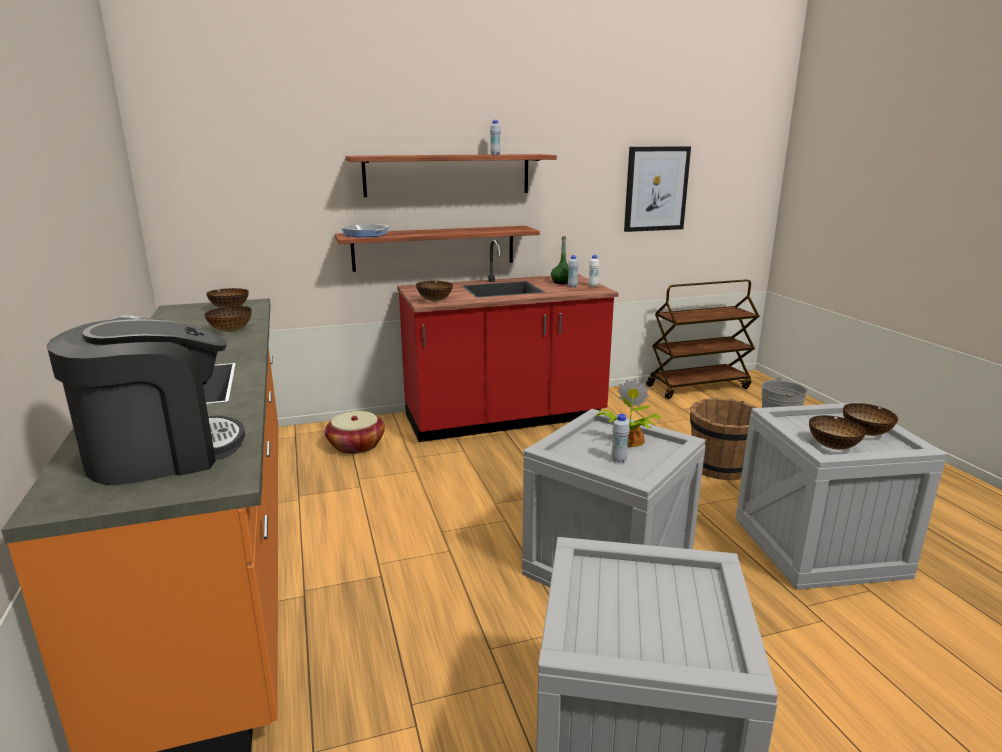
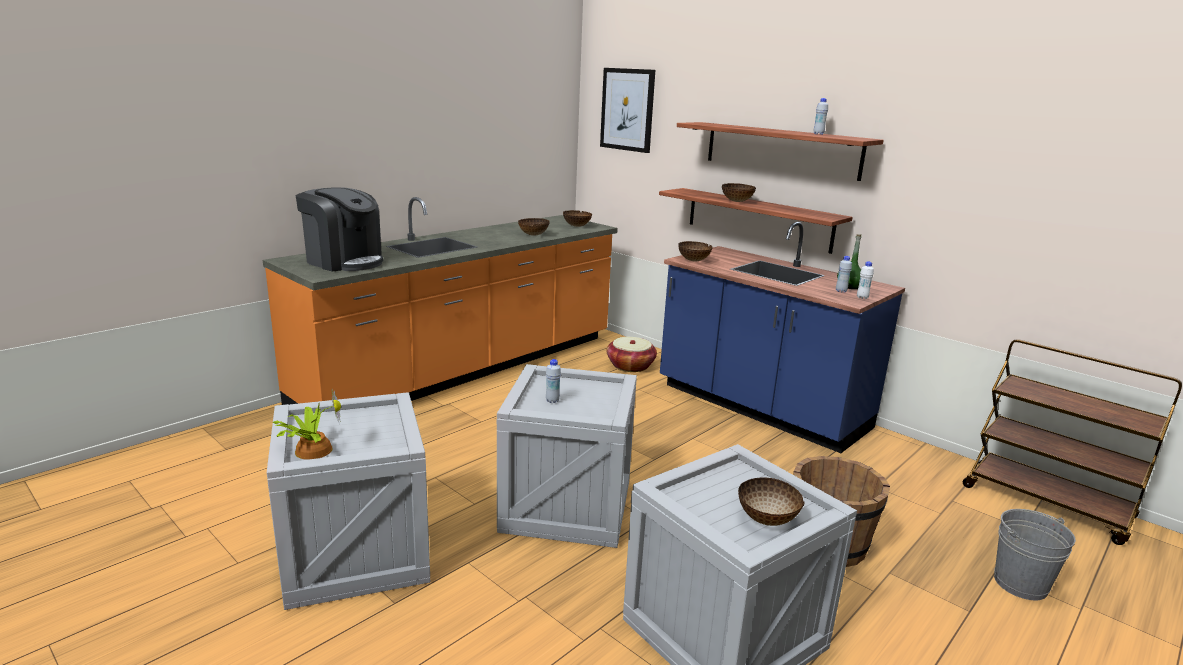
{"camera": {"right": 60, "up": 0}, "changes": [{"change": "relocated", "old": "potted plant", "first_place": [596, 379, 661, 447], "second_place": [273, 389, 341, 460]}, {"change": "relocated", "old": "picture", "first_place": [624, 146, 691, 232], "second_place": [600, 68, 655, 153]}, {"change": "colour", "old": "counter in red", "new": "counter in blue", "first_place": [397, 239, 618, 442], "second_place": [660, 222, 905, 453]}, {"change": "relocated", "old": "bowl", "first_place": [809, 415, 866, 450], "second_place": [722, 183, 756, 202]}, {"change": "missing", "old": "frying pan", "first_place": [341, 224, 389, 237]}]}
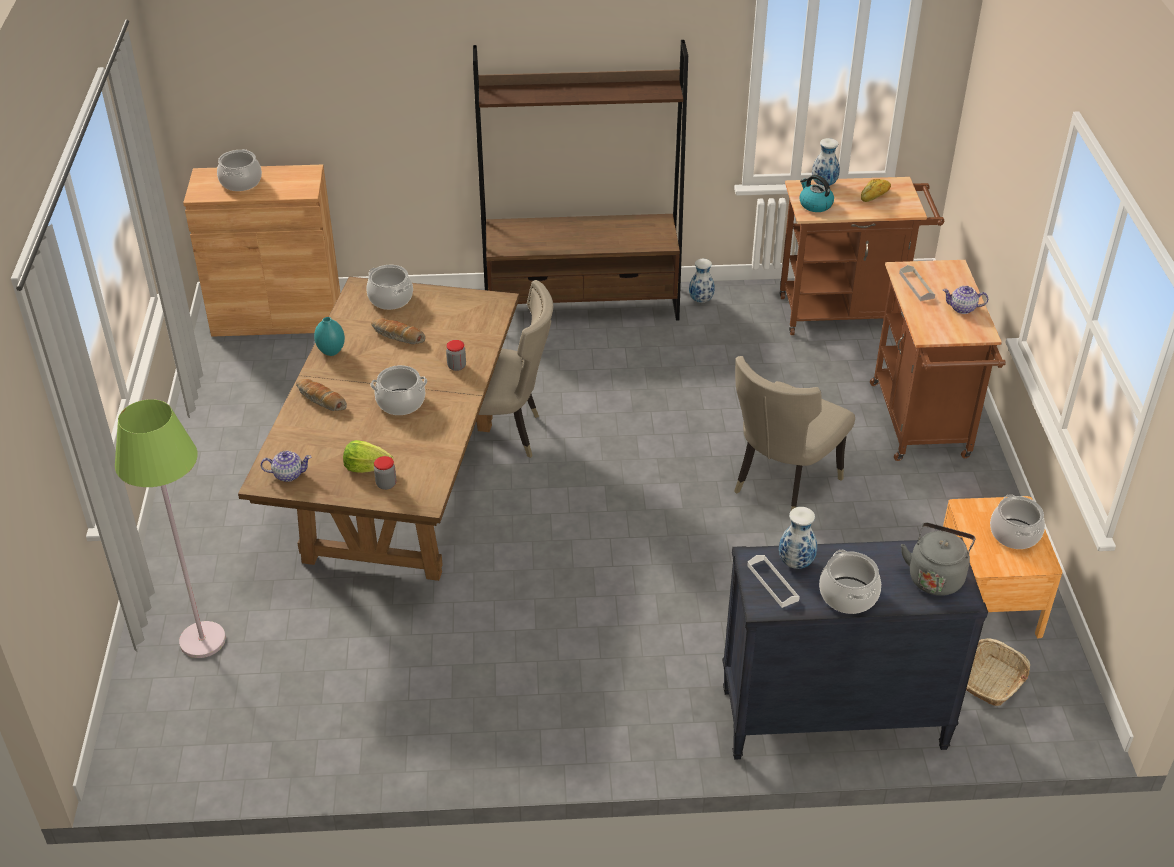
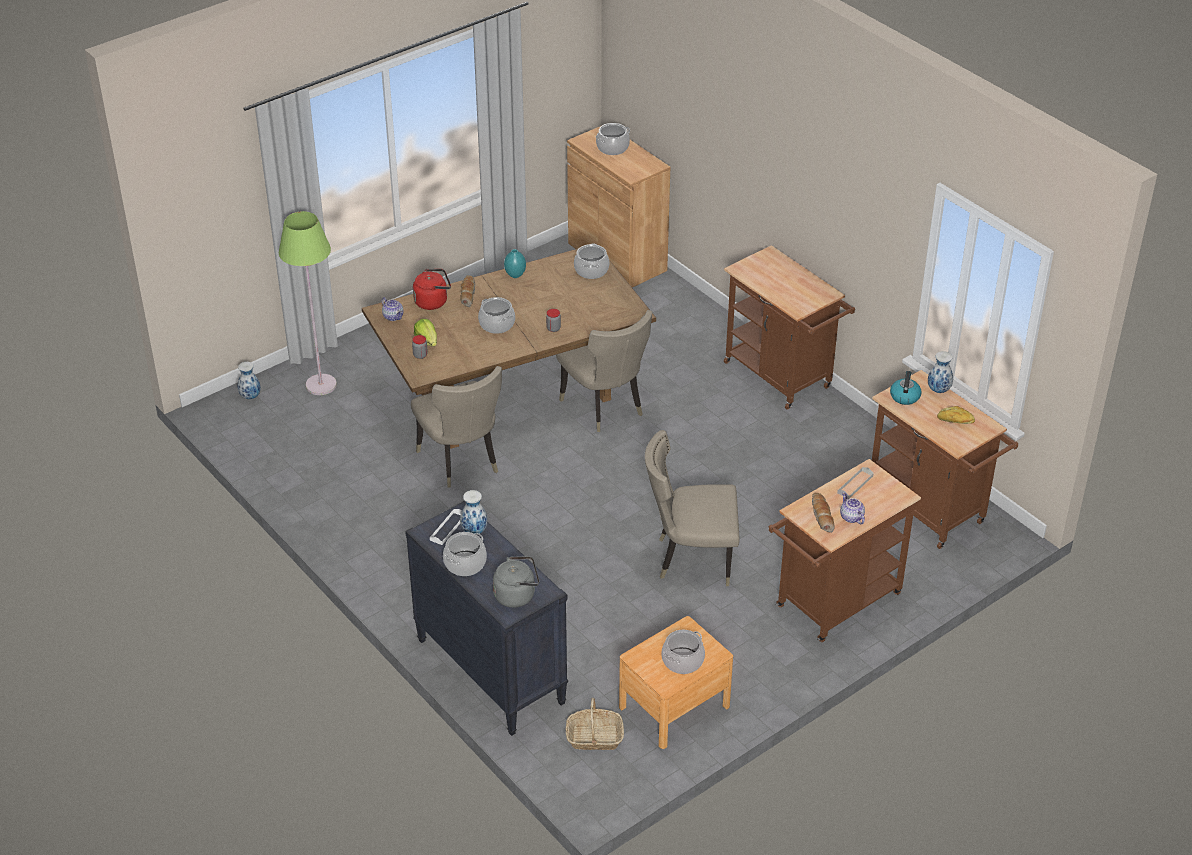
{"camera": {"right": 55, "up": 0}, "changes": [{"change": "relocated", "old": "vase", "first_place": [689, 259, 715, 303], "second_place": [237, 362, 261, 400]}, {"change": "appeared", "new": "chair in beige", "second_place": [411, 366, 502, 487]}, {"change": "appeared", "new": "kettle in red", "second_place": [413, 269, 451, 310]}, {"change": "exchanged", "old": "bookcase in brown", "new": "cart in brown", "first_place": [473, 40, 688, 321], "second_place": [724, 245, 855, 410]}, {"change": "relocated", "old": "bread", "first_place": [371, 318, 425, 344], "second_place": [812, 493, 835, 533]}]}
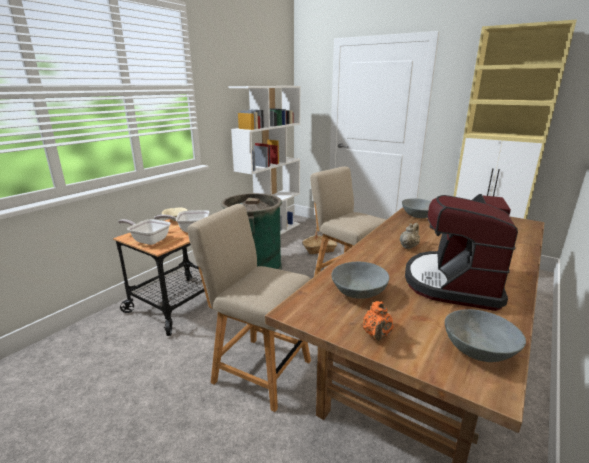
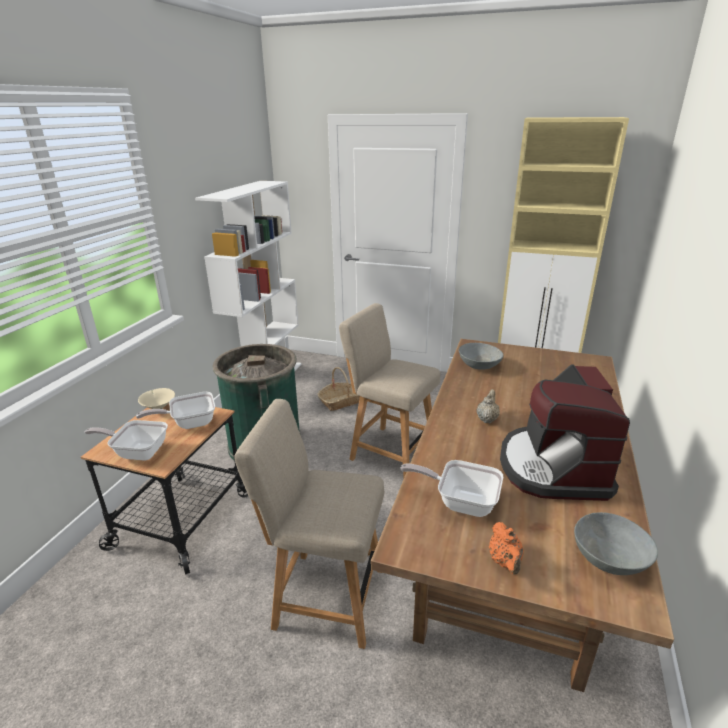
{"camera": {"right": -15, "up": 5}, "changes": [{"change": "exchanged", "old": "bowl in grey", "new": "frying pan", "first_place": [331, 262, 389, 299], "second_place": [400, 460, 503, 517]}]}
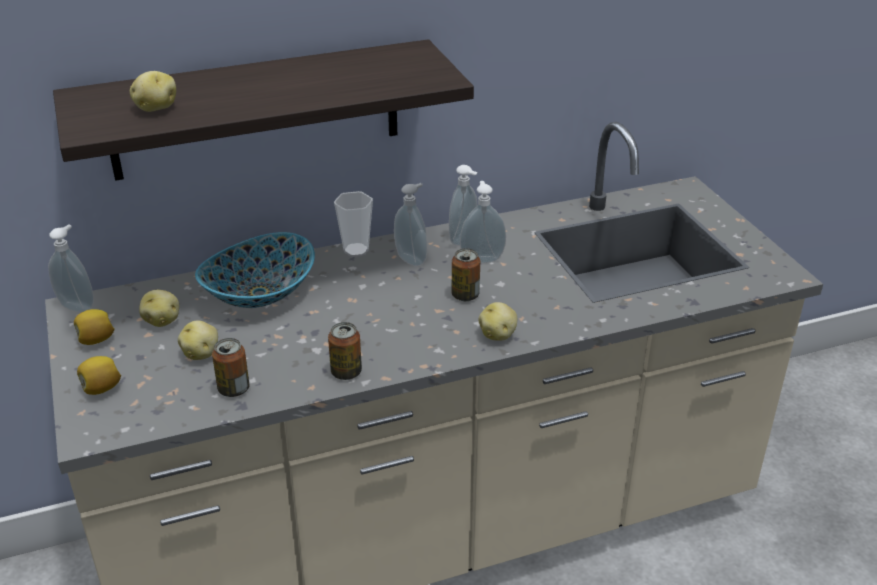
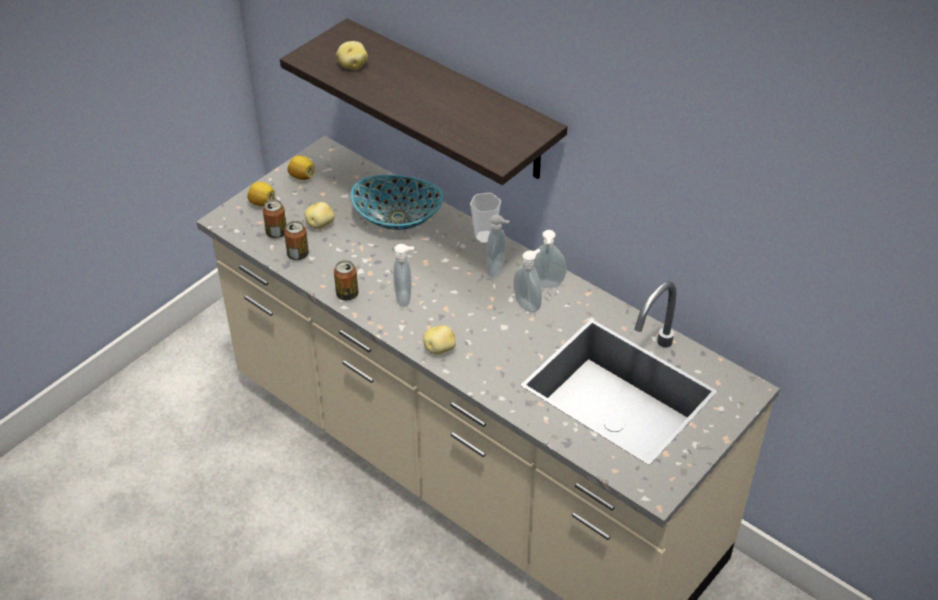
{"camera": {"right": 60, "up": 10}, "changes": [{"change": "relocated", "old": "can", "first_place": [452, 248, 480, 301], "second_place": [263, 199, 286, 238]}, {"change": "relocated", "old": "soap dispenser", "first_place": [48, 224, 94, 313], "second_place": [393, 244, 414, 307]}, {"change": "missing", "old": "potato", "first_place": [139, 290, 179, 327]}]}
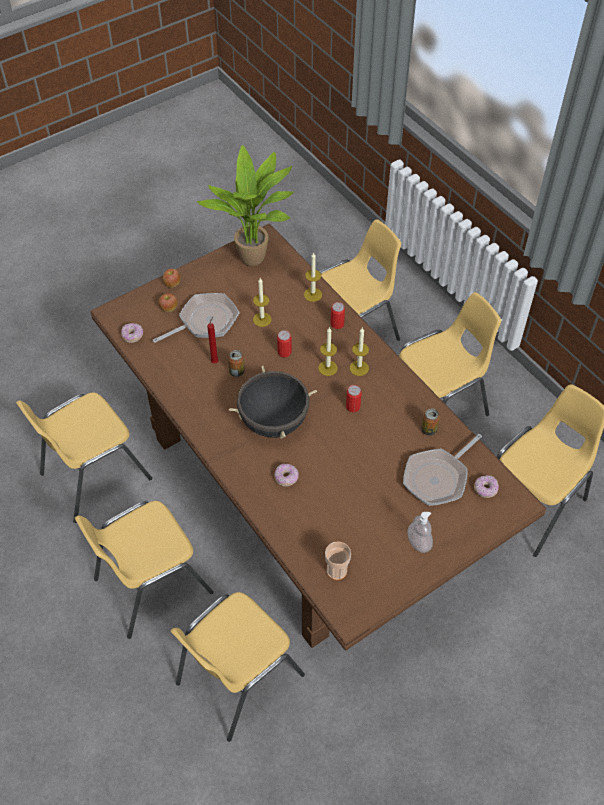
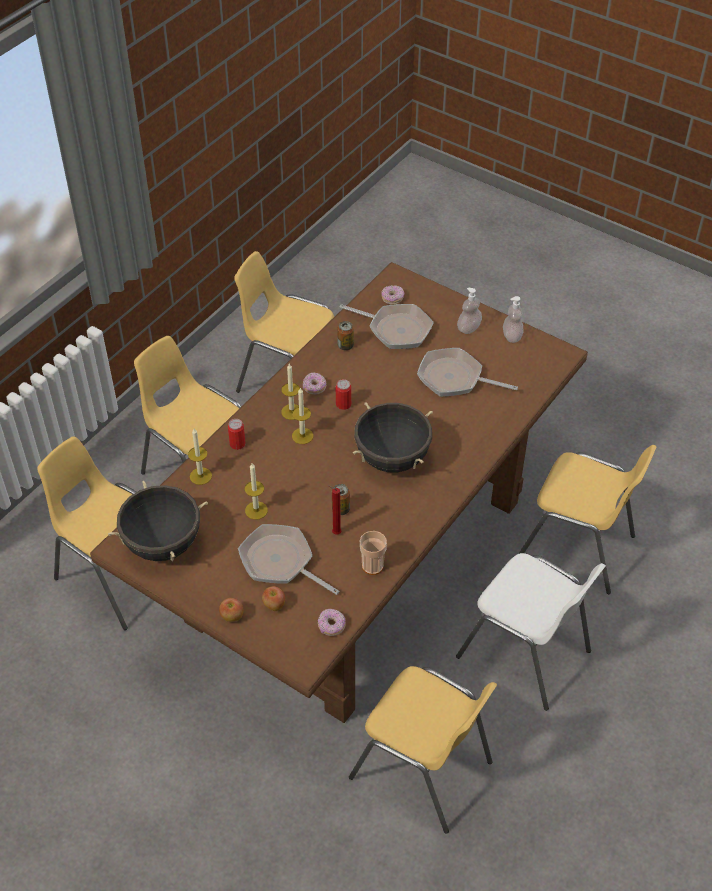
{"camera": {"right": -110, "up": -5}, "changes": [{"change": "exchanged", "old": "potted plant", "new": "cooking pot in black", "first_place": [196, 145, 295, 266], "second_place": [108, 481, 208, 561]}, {"change": "relocated", "old": "donut", "first_place": [274, 464, 299, 486], "second_place": [303, 372, 327, 395]}, {"change": "relocated", "old": "cup", "first_place": [325, 541, 351, 580], "second_place": [360, 531, 387, 575]}, {"change": "appeared", "new": "frying pan", "second_place": [417, 348, 518, 397]}, {"change": "colour", "old": "chair in yellow", "new": "chair in white", "first_place": [75, 501, 214, 639], "second_place": [456, 553, 606, 711]}, {"change": "appeared", "new": "soap dispenser", "second_place": [503, 296, 524, 343]}, {"change": "missing", "old": "can", "first_place": [277, 330, 292, 357]}]}
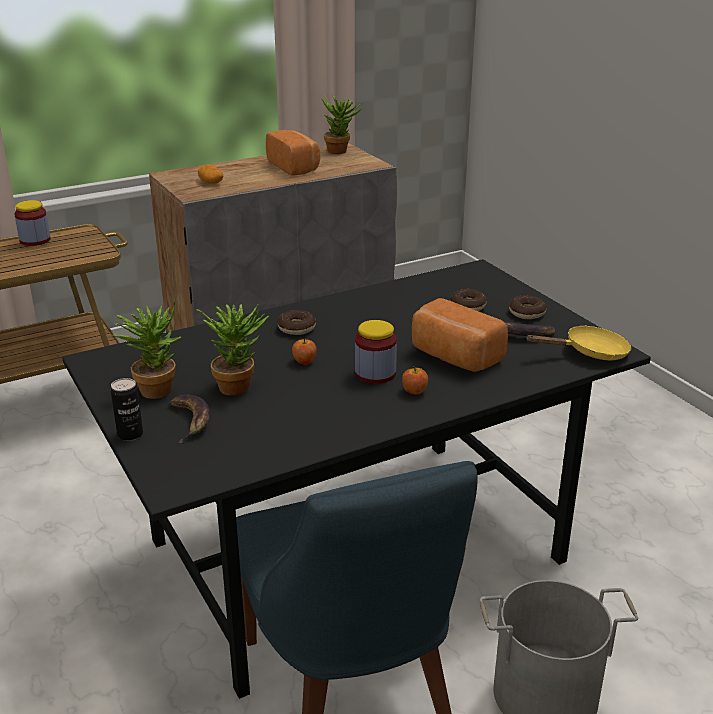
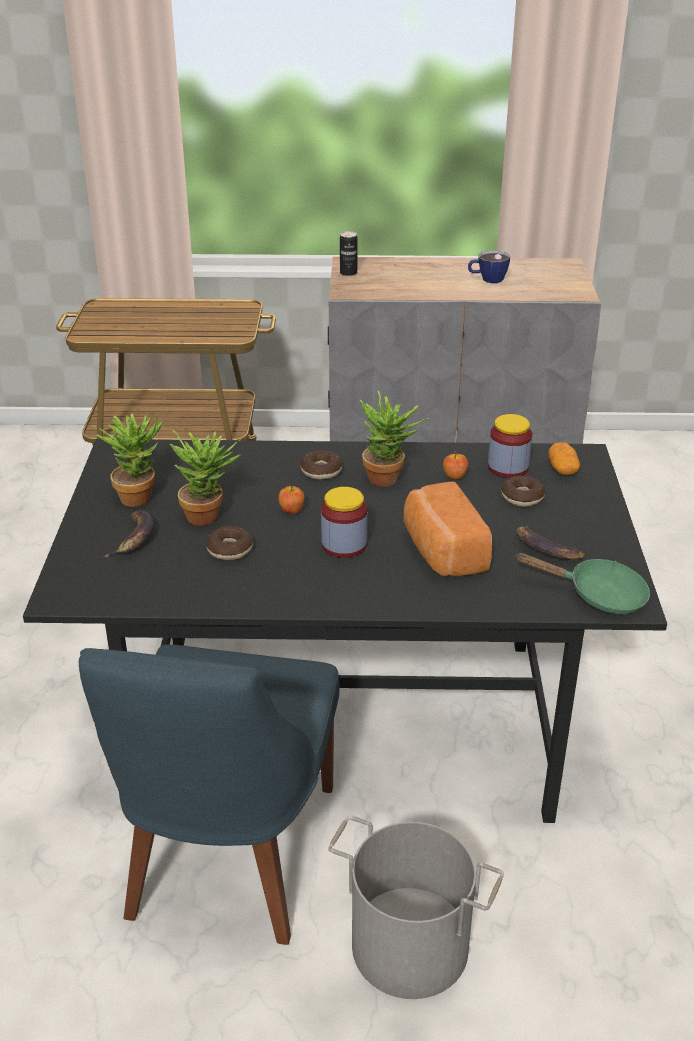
{"camera": {"right": 30, "up": 5}, "changes": [{"change": "relocated", "old": "donut", "first_place": [509, 295, 546, 319], "second_place": [206, 526, 253, 560]}, {"change": "relocated", "old": "can", "first_place": [111, 378, 143, 441], "second_place": [340, 231, 358, 276]}, {"change": "relocated", "old": "potted plant", "first_place": [321, 96, 363, 154], "second_place": [359, 390, 429, 487]}, {"change": "relocated", "old": "apple", "first_place": [402, 366, 428, 395], "second_place": [443, 451, 468, 479]}, {"change": "exchanged", "old": "bread", "new": "cup", "first_place": [266, 130, 320, 176], "second_place": [468, 250, 510, 283]}, {"change": "relocated", "old": "jar", "first_place": [15, 200, 51, 246], "second_place": [488, 414, 532, 478]}, {"change": "colour", "old": "frying pan in yellow", "new": "frying pan in green", "first_place": [525, 325, 632, 360], "second_place": [515, 553, 650, 614]}, {"change": "relocated", "old": "potato", "first_place": [198, 165, 223, 184], "second_place": [549, 442, 580, 475]}]}
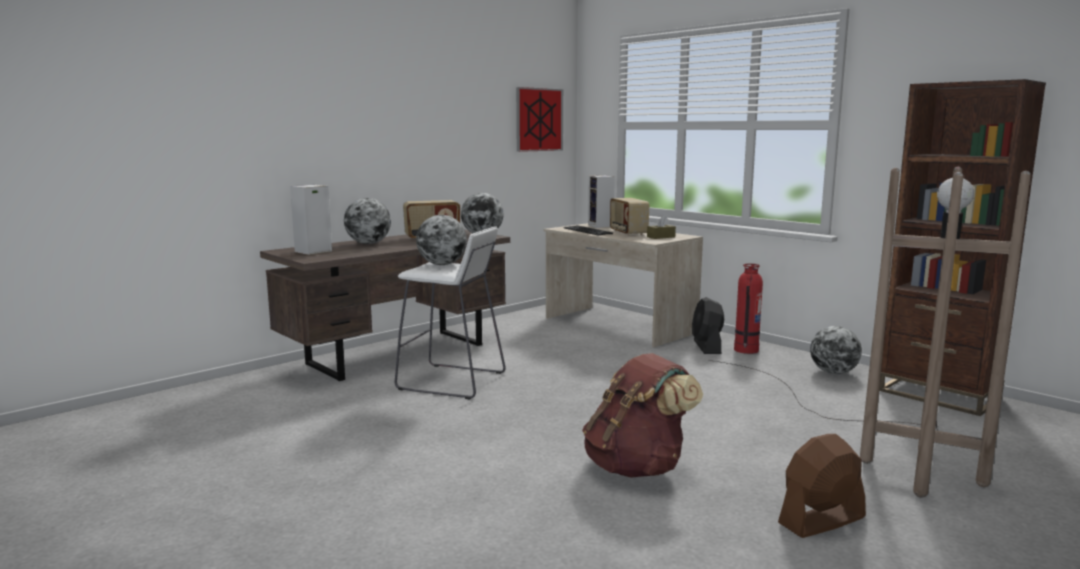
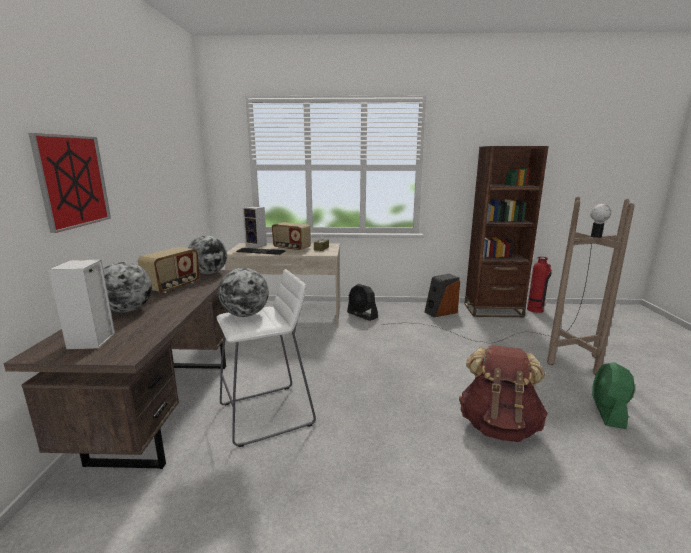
{"camera": {"right": -45, "up": 5}, "changes": [{"change": "relocated", "old": "picture", "first_place": [516, 87, 563, 152], "second_place": [28, 133, 111, 233]}, {"change": "exchanged", "old": "globe", "new": "speaker", "first_place": [810, 326, 862, 374], "second_place": [424, 274, 460, 317]}, {"change": "relocated", "old": "fire extinguisher", "first_place": [734, 264, 763, 354], "second_place": [527, 257, 552, 313]}, {"change": "colour", "old": "fan in brown", "new": "fan in green", "first_place": [778, 434, 866, 538], "second_place": [592, 362, 635, 429]}]}
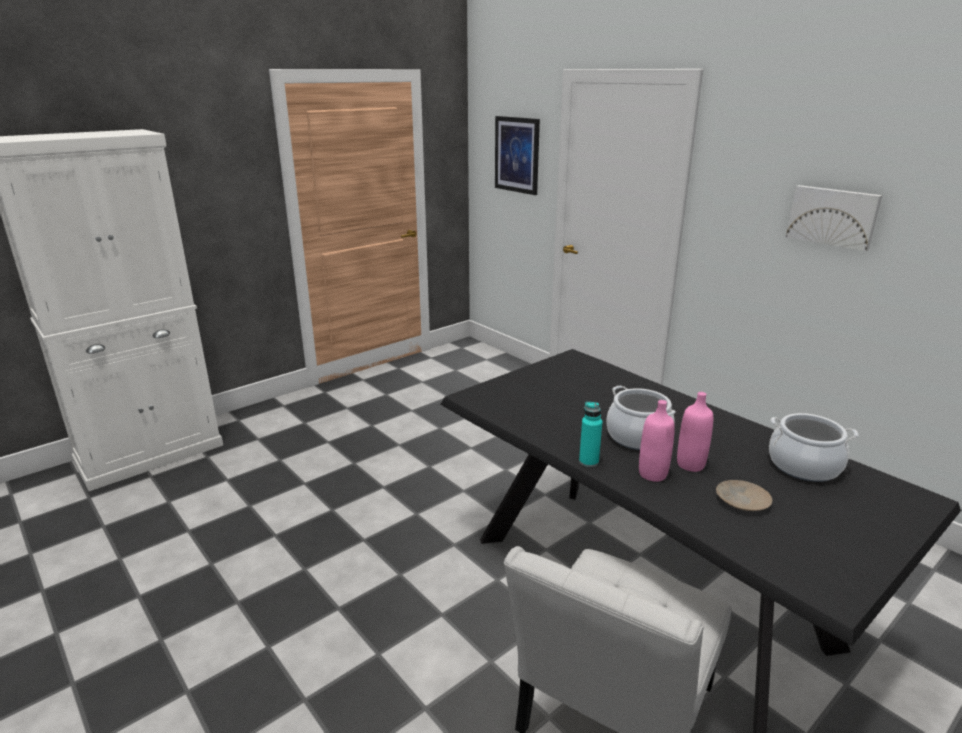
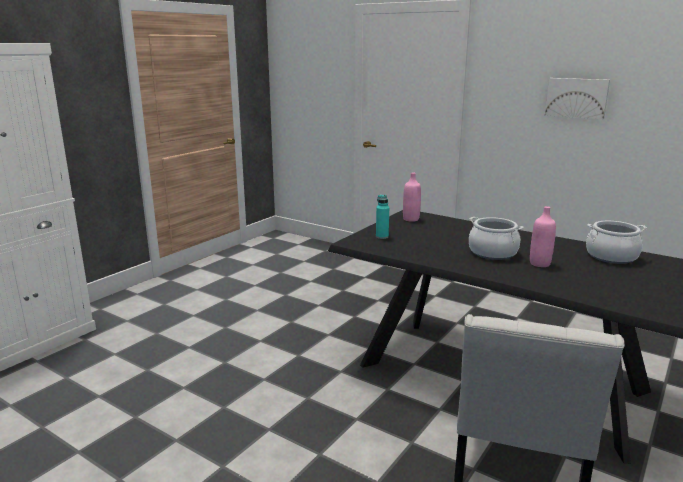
{"camera": {"right": -15, "up": -5}, "changes": [{"change": "relocated", "old": "bottle in turquoise", "first_place": [579, 402, 602, 467], "second_place": [376, 195, 389, 239]}, {"change": "relocated", "old": "bottle in pink", "first_place": [639, 400, 675, 482], "second_place": [403, 173, 421, 222]}, {"change": "missing", "old": "picture", "first_place": [495, 116, 540, 195]}, {"change": "missing", "old": "plate in beige", "first_place": [716, 480, 772, 511]}]}
